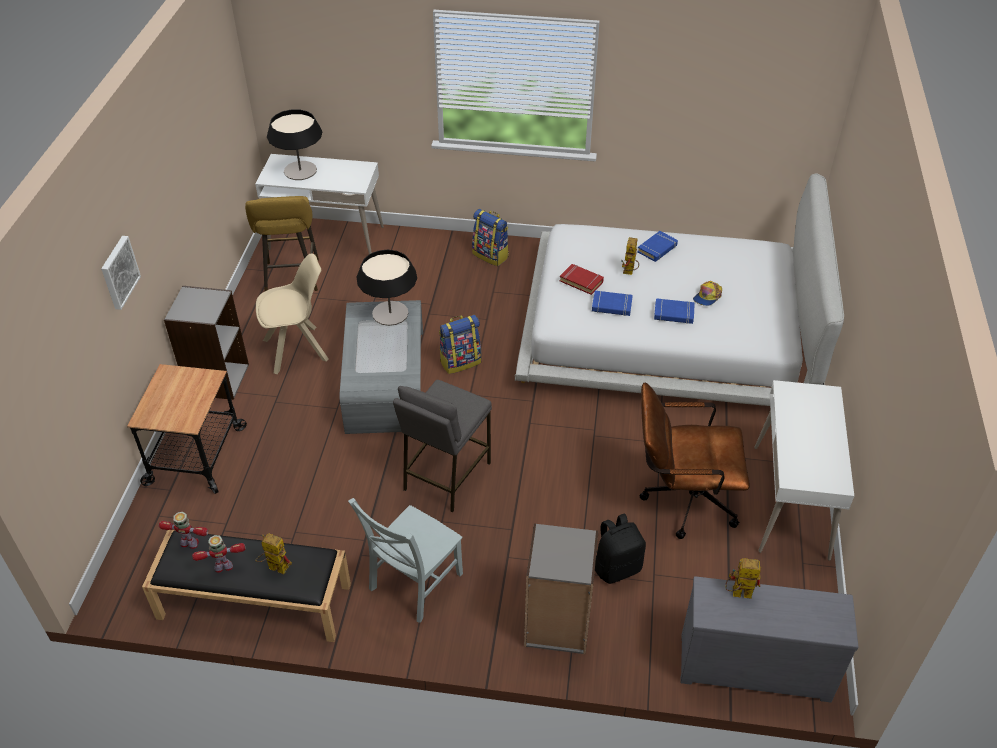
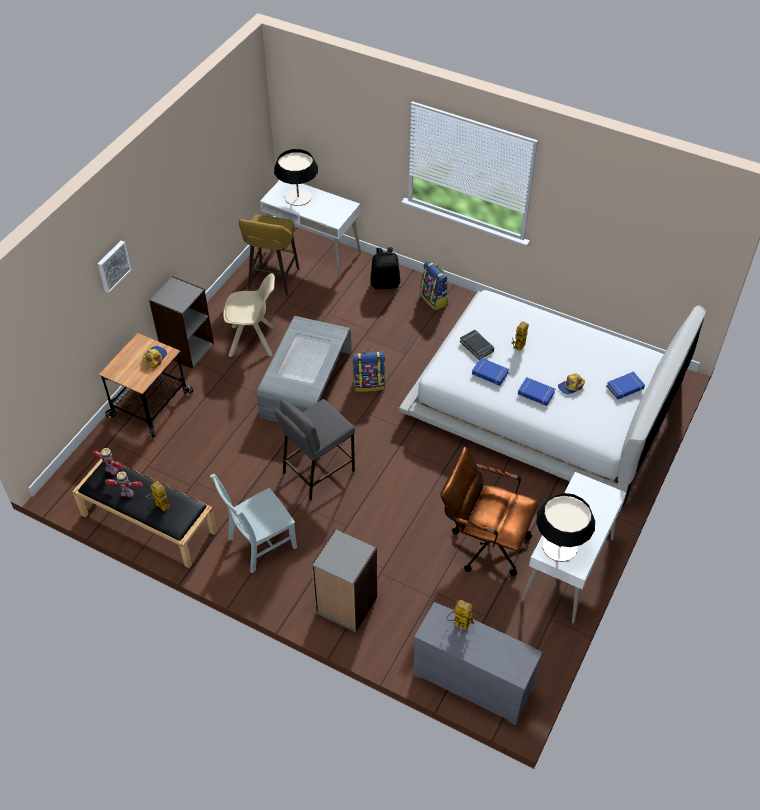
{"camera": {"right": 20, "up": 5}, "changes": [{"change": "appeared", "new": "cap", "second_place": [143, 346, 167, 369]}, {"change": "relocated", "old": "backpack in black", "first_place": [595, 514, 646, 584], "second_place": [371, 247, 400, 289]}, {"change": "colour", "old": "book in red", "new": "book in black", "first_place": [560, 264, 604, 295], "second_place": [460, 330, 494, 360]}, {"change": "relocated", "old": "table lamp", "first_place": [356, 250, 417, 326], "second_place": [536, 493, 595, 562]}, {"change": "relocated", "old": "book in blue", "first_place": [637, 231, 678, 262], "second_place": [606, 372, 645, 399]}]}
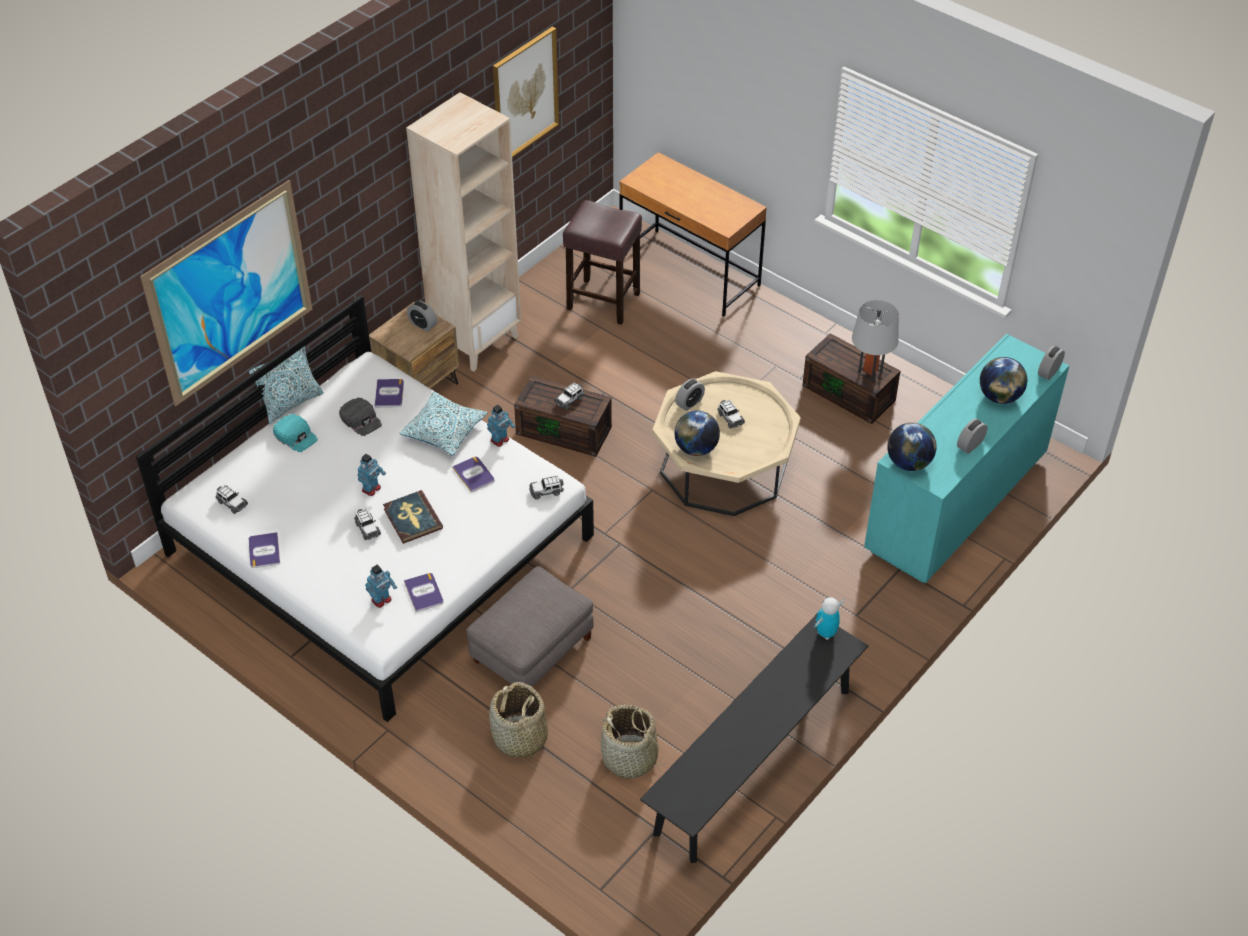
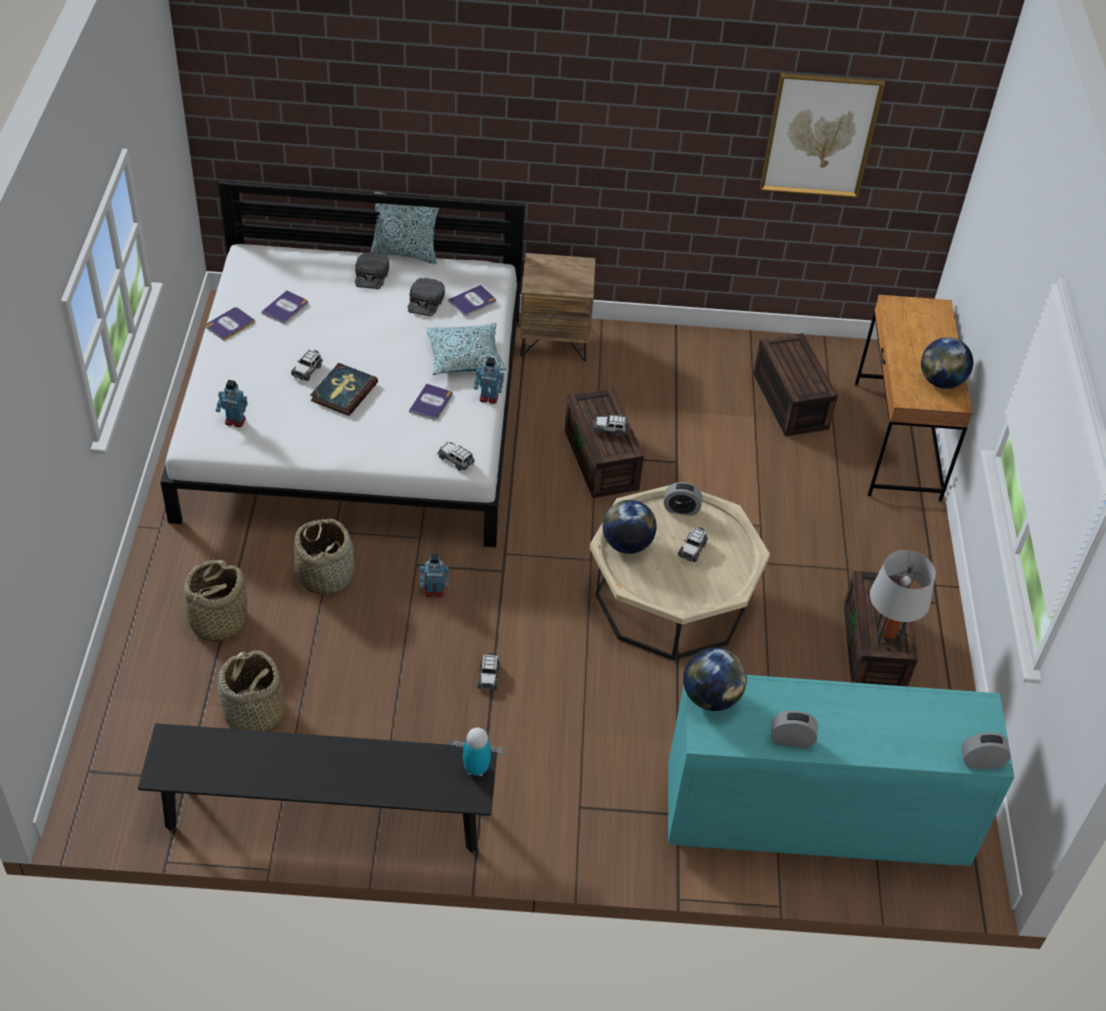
{"camera": {"right": 50, "up": 0}, "changes": [{"change": "relocated", "old": "book", "first_place": [404, 573, 443, 612], "second_place": [261, 290, 308, 324]}, {"change": "exchanged", "old": "ottoman in grey", "new": "basket", "first_place": [466, 566, 594, 687], "second_place": [294, 518, 354, 597]}, {"change": "colour", "old": "cap in turquoise", "new": "cap in black", "first_place": [273, 414, 318, 452], "second_place": [355, 252, 389, 289]}, {"change": "relocated", "old": "toy robot", "first_place": [358, 454, 386, 496], "second_place": [420, 554, 449, 597]}, {"change": "relocated", "old": "toy car", "first_place": [216, 485, 248, 514], "second_place": [477, 653, 500, 691]}, {"change": "exchanged", "old": "stool in brown", "new": "storage box in brown", "first_place": [563, 200, 642, 325], "second_place": [753, 333, 838, 436]}, {"change": "relocated", "old": "globe", "first_place": [980, 357, 1027, 404], "second_place": [921, 337, 973, 389]}, {"change": "missing", "old": "picture", "first_place": [140, 180, 312, 406]}, {"change": "missing", "old": "bookcase in beige", "first_place": [406, 92, 521, 372]}, {"change": "missing", "old": "alarm clock", "first_place": [407, 301, 437, 332]}]}
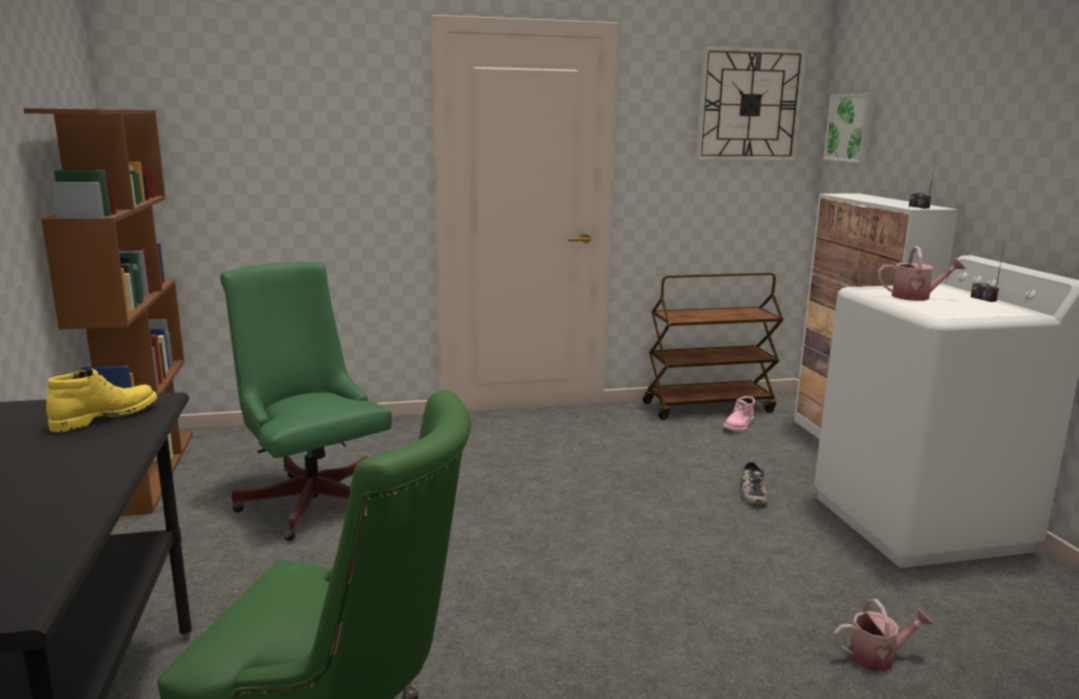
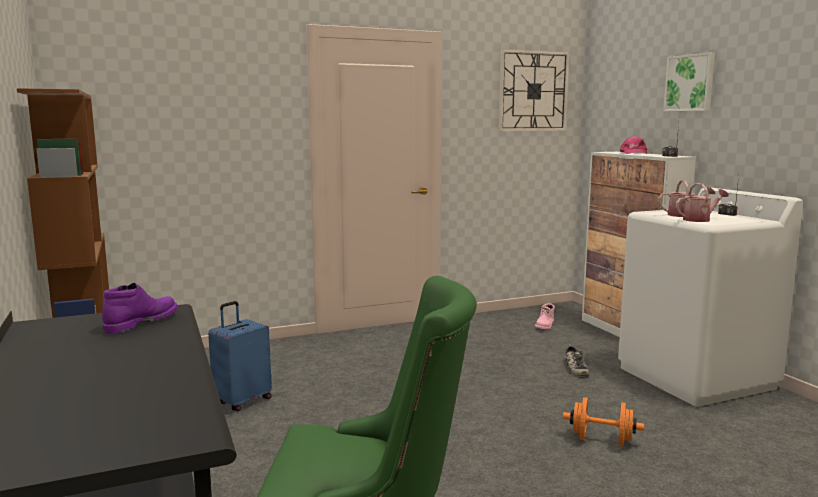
{"camera": {"right": -10, "up": -5}, "changes": [{"change": "colour", "old": "boot in yellow", "new": "boot in purple", "first_place": [46, 368, 157, 432], "second_place": [102, 283, 178, 334]}, {"change": "exchanged", "old": "office chair in green", "new": "suitcase in blue", "first_place": [220, 262, 392, 541], "second_place": [208, 301, 272, 411]}, {"change": "appeared", "new": "dumbbell in orange", "second_place": [563, 397, 644, 446]}, {"change": "appeared", "new": "cap in pink", "second_place": [620, 136, 647, 154]}, {"change": "relocated", "old": "picture", "first_place": [823, 93, 875, 163], "second_place": [663, 52, 715, 111]}, {"change": "relocated", "old": "watering can", "first_place": [834, 599, 934, 672], "second_place": [676, 183, 729, 222]}, {"change": "missing", "old": "cart in brown", "first_place": [643, 273, 784, 420]}]}
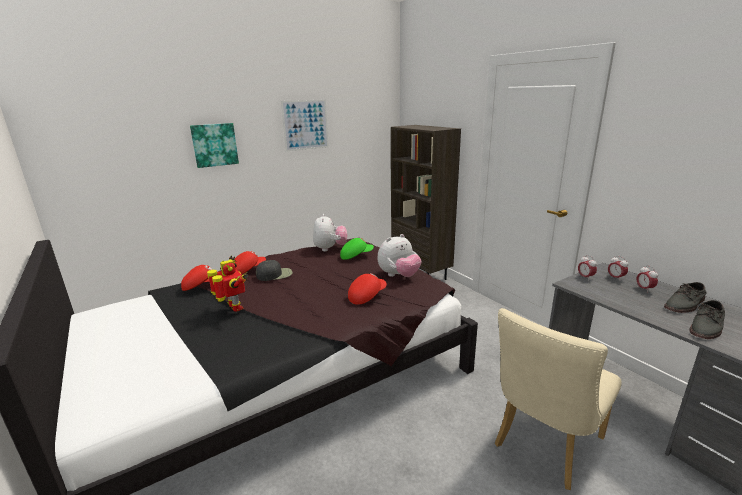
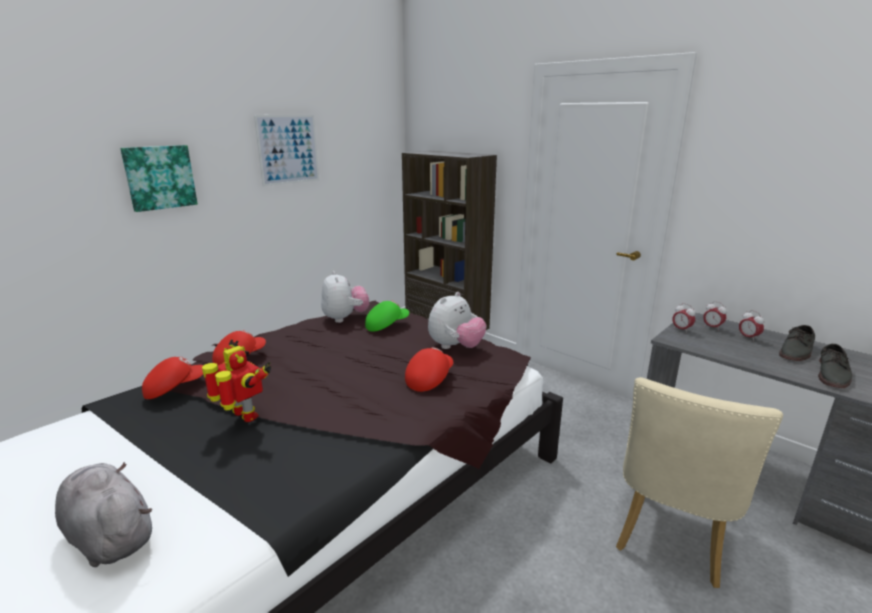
{"camera": {"right": -15, "up": 0}, "changes": [{"change": "appeared", "new": "plush toy in grey", "second_place": [55, 462, 152, 567]}, {"change": "missing", "old": "cap in black", "first_place": [256, 260, 293, 281]}]}
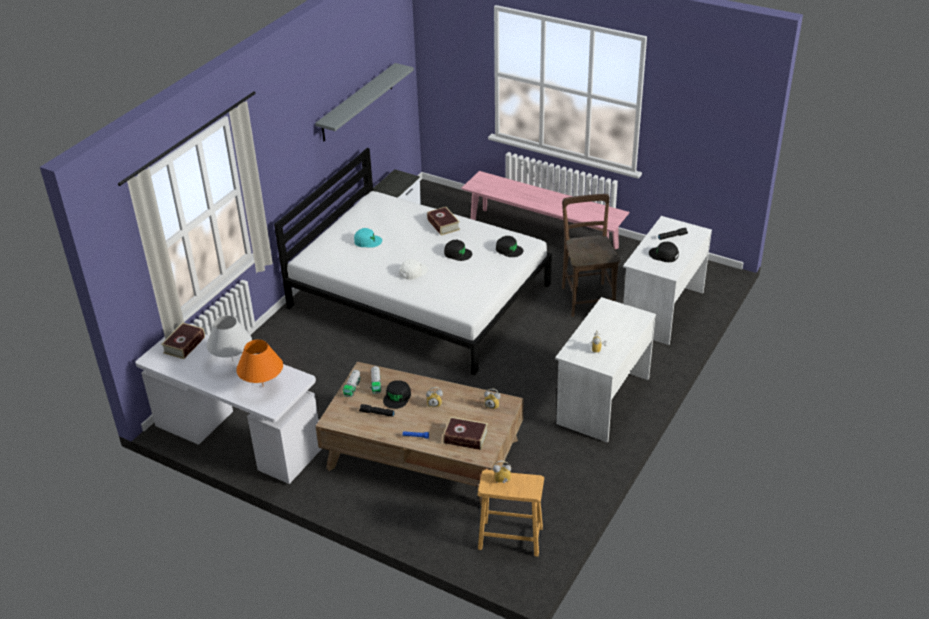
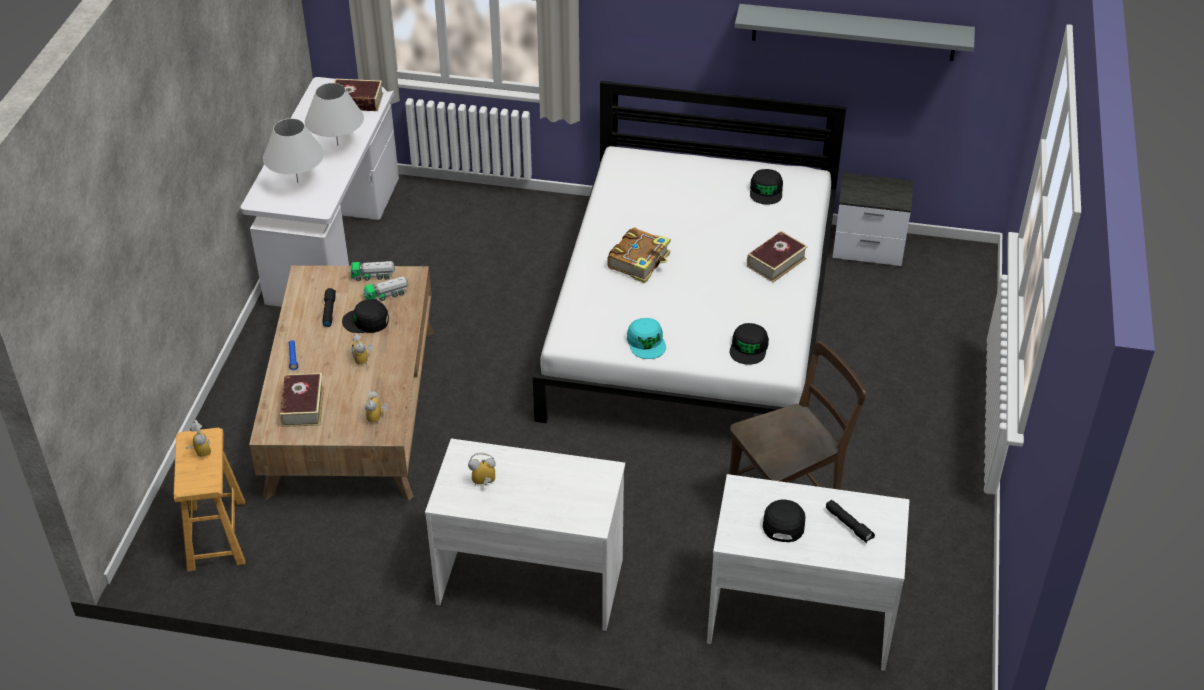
{"camera": {"right": 70, "up": 5}, "changes": [{"change": "colour", "old": "table lamp in orange", "new": "table lamp in white", "first_place": [236, 339, 283, 387], "second_place": [263, 118, 324, 183]}, {"change": "exchanged", "old": "cap in white", "new": "book", "first_place": [400, 259, 428, 280], "second_place": [607, 227, 671, 283]}, {"change": "relocated", "old": "cap in turquoise", "first_place": [354, 228, 382, 248], "second_place": [627, 318, 666, 359]}, {"change": "relocated", "old": "cap in black", "first_place": [444, 240, 472, 261], "second_place": [750, 169, 783, 205]}, {"change": "missing", "old": "bench in pink", "first_place": [461, 171, 629, 249]}]}
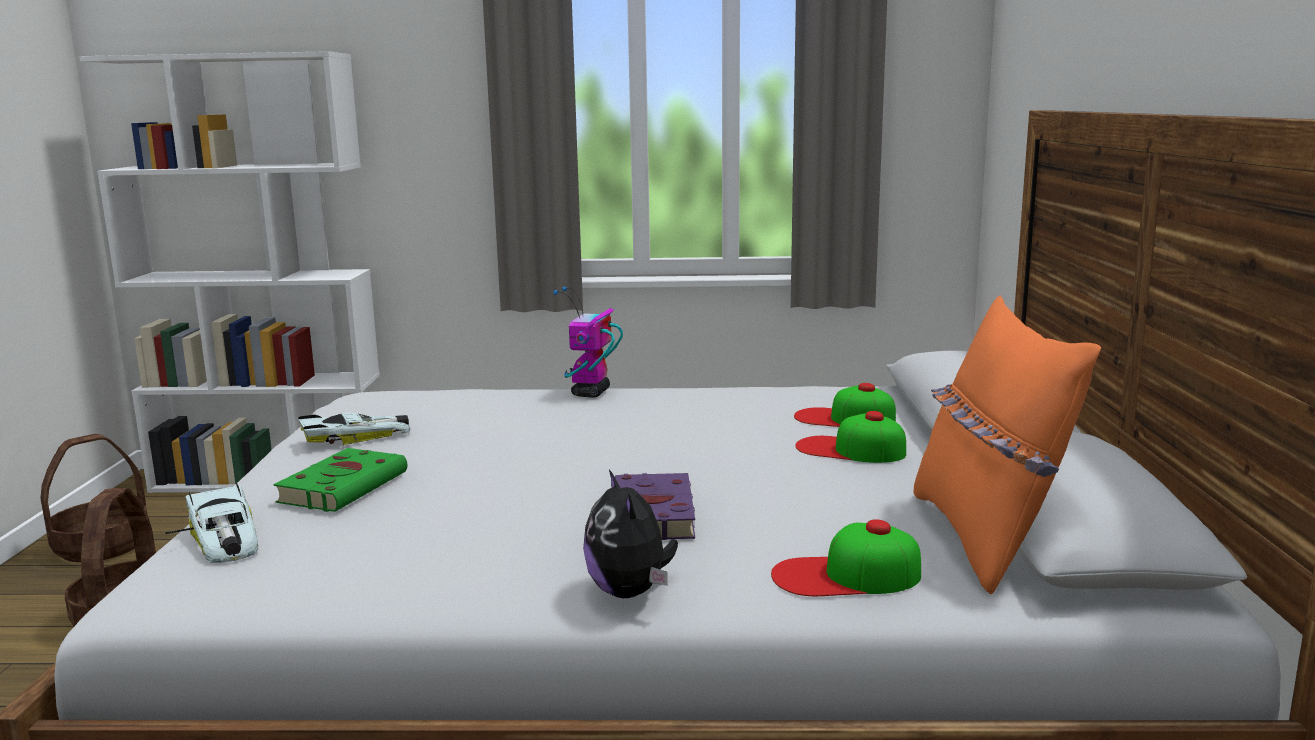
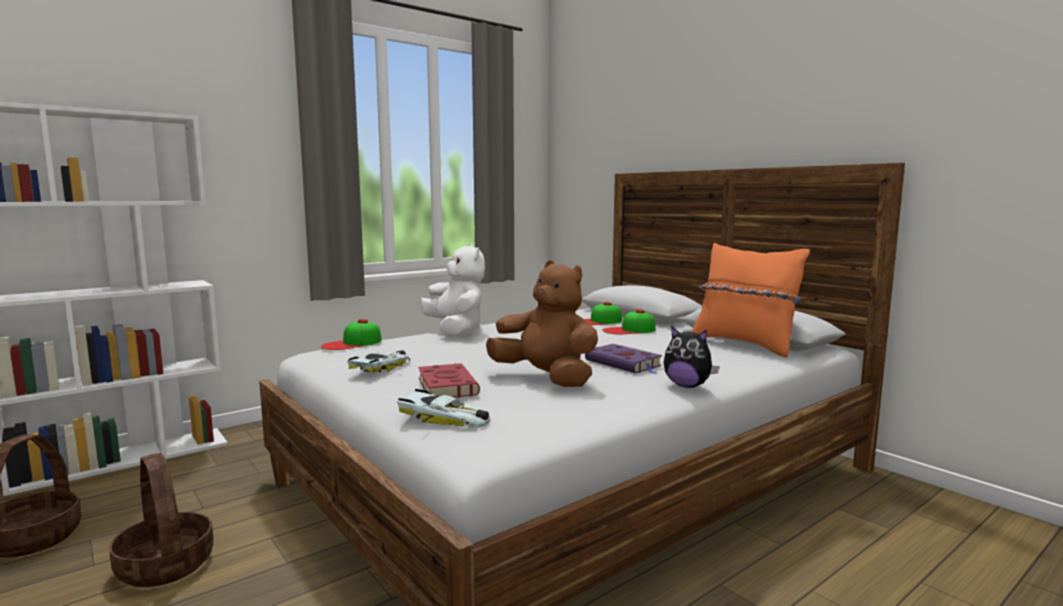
{"camera": {"right": -40, "up": -5}, "changes": [{"change": "relocated", "old": "cap", "first_place": [771, 519, 921, 596], "second_place": [321, 319, 382, 350]}, {"change": "colour", "old": "book in green", "new": "book in red", "first_place": [273, 448, 407, 512], "second_place": [418, 363, 480, 398]}, {"change": "exchanged", "old": "toy robot", "new": "plush toy in white", "first_place": [553, 286, 623, 398], "second_place": [420, 244, 485, 336]}, {"change": "appeared", "new": "plush toy in brown", "second_place": [486, 260, 598, 387]}]}
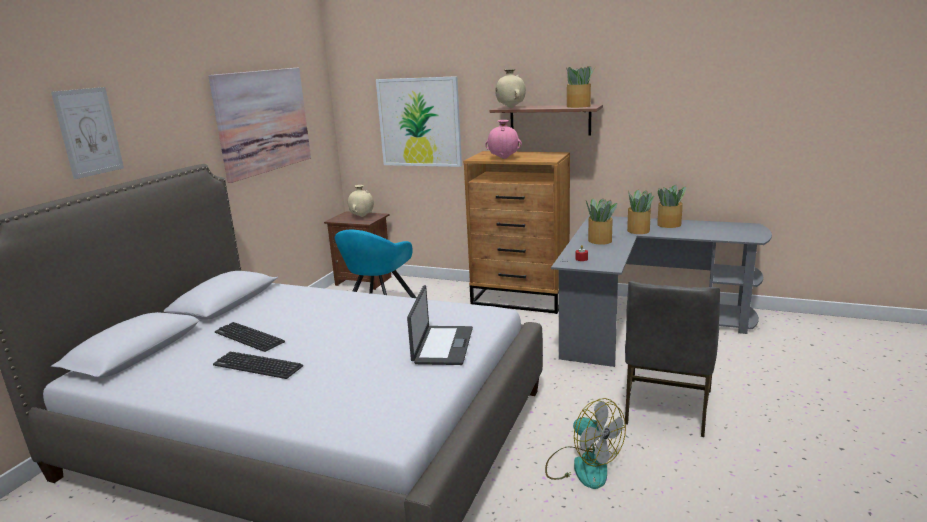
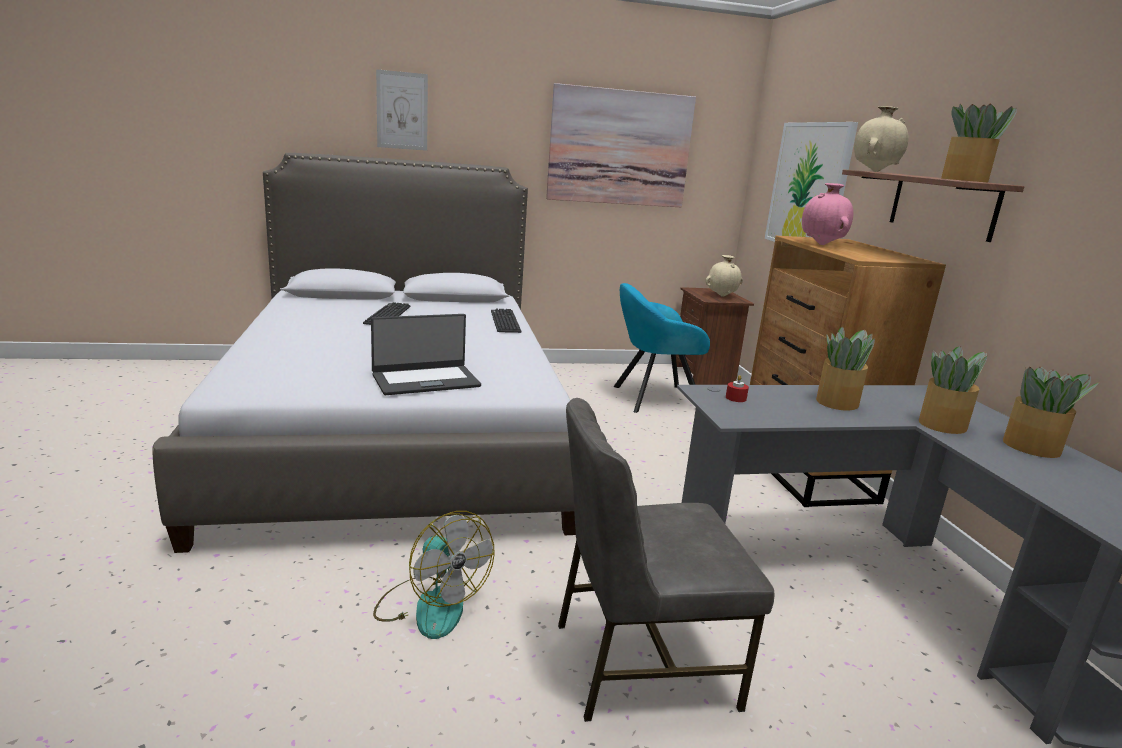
{"camera": {"right": 55, "up": 0}, "changes": [{"change": "spun", "old": "fan", "first_place": [545, 398, 626, 489], "second_place": [373, 511, 495, 639], "degrees": -60}, {"change": "relocated", "old": "keyboard", "first_place": [213, 352, 303, 379], "second_place": [491, 309, 521, 333]}]}
